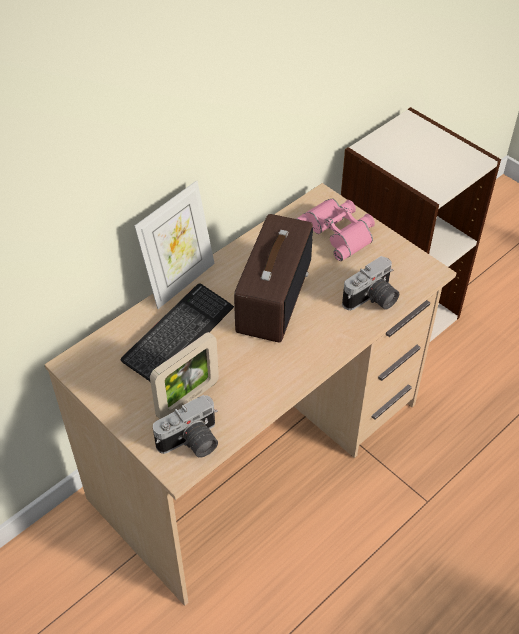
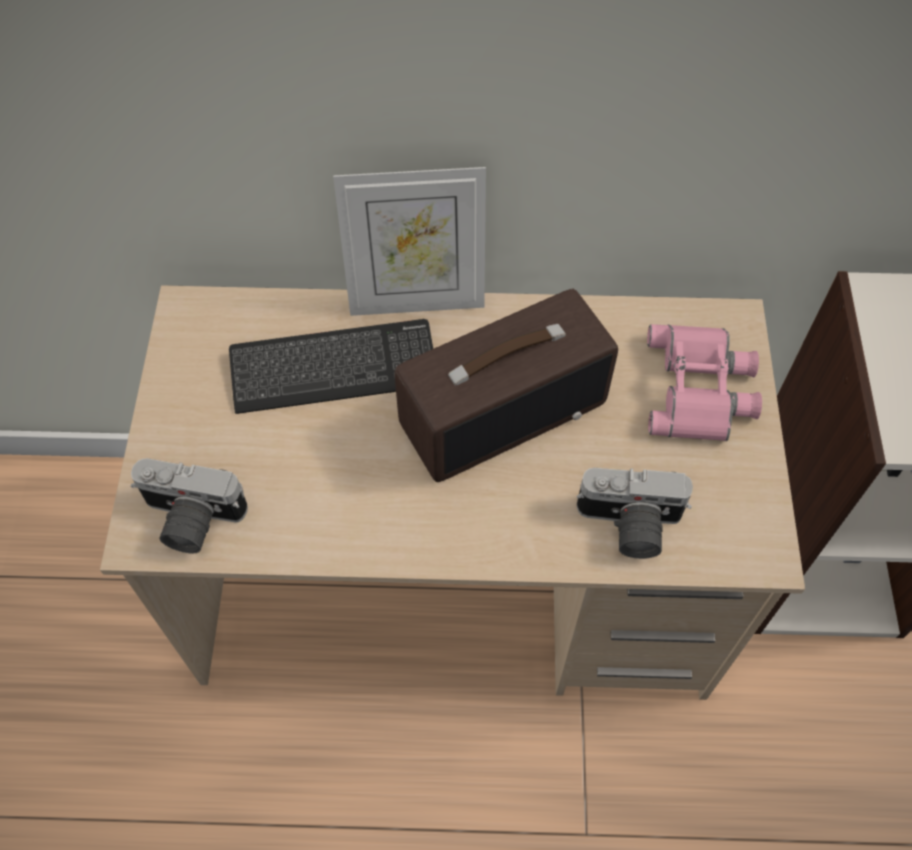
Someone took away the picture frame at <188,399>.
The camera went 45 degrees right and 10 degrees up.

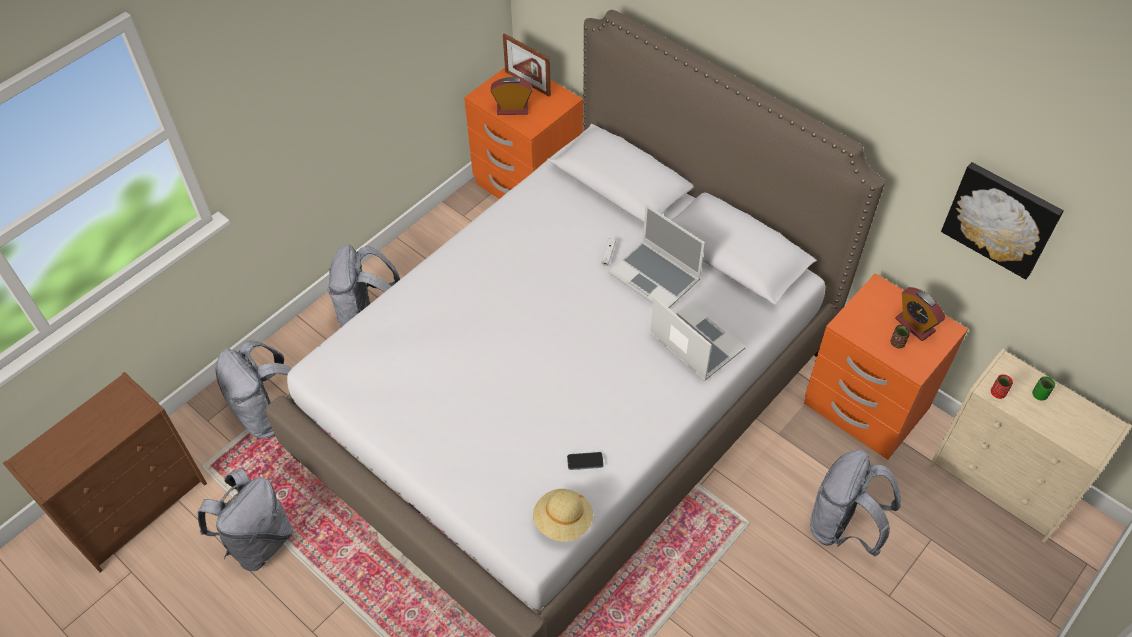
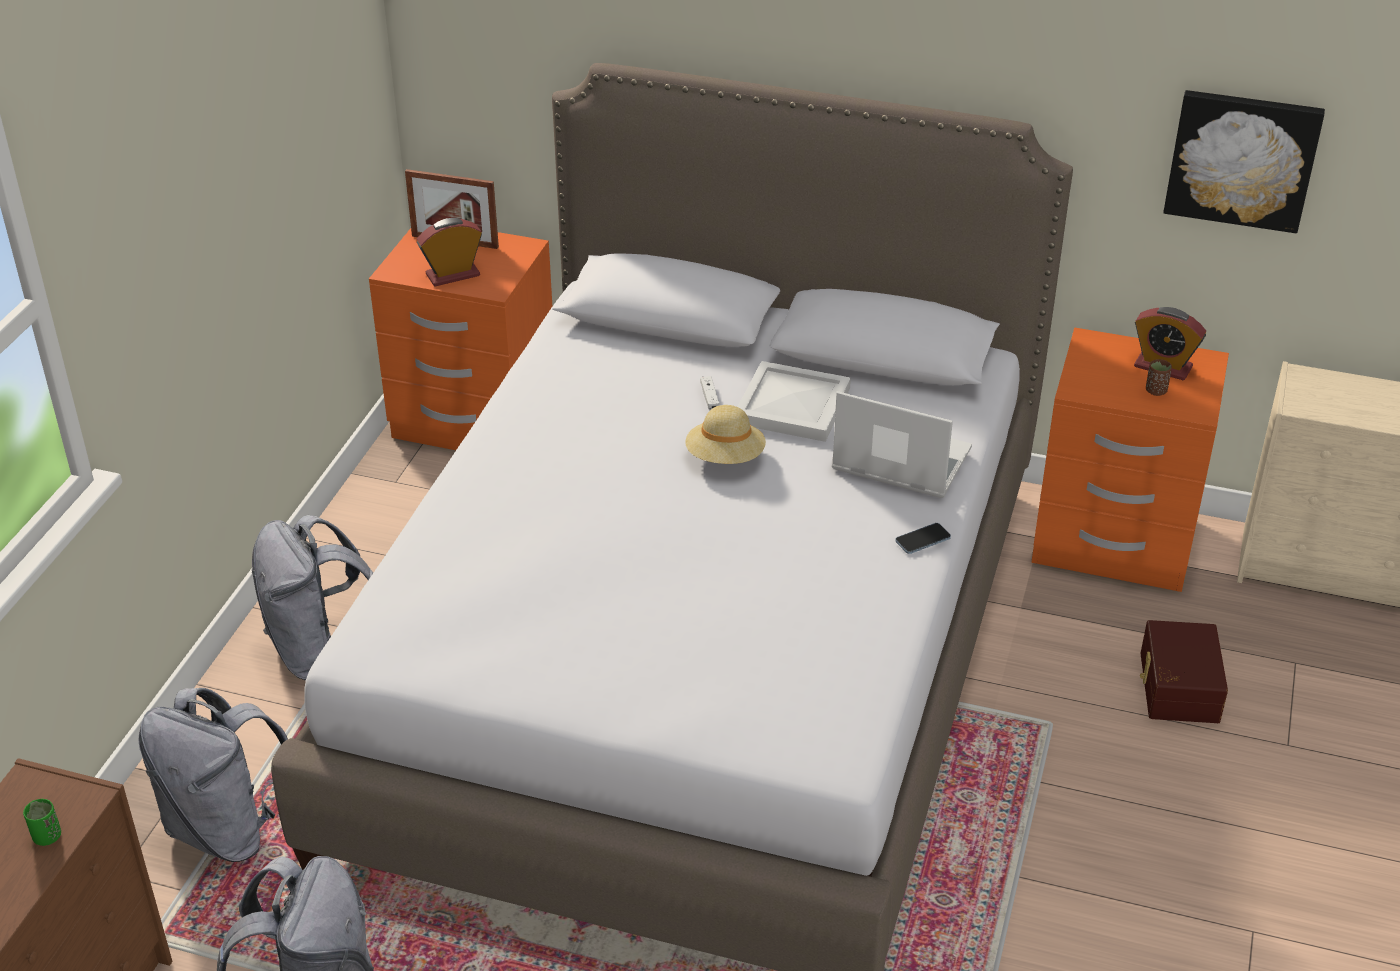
Someone carried the beige wearable hat from <563,521> to <725,458>.
Someone carried the telephone from <585,461> to <922,540>.
Someone swapped the notebook computer at <656,277> for the whitish serving tray at <794,405>.
Someone swapped the grey knapsack at <842,527> for the brownish storage bin at <1176,687>.
Someone took away the red-coloured drinking cup at <998,393>.
Someone carried the green-coloured drinking cup from <1039,395> to <47,837>.
The camera went 25 degrees left and 15 degrees down.

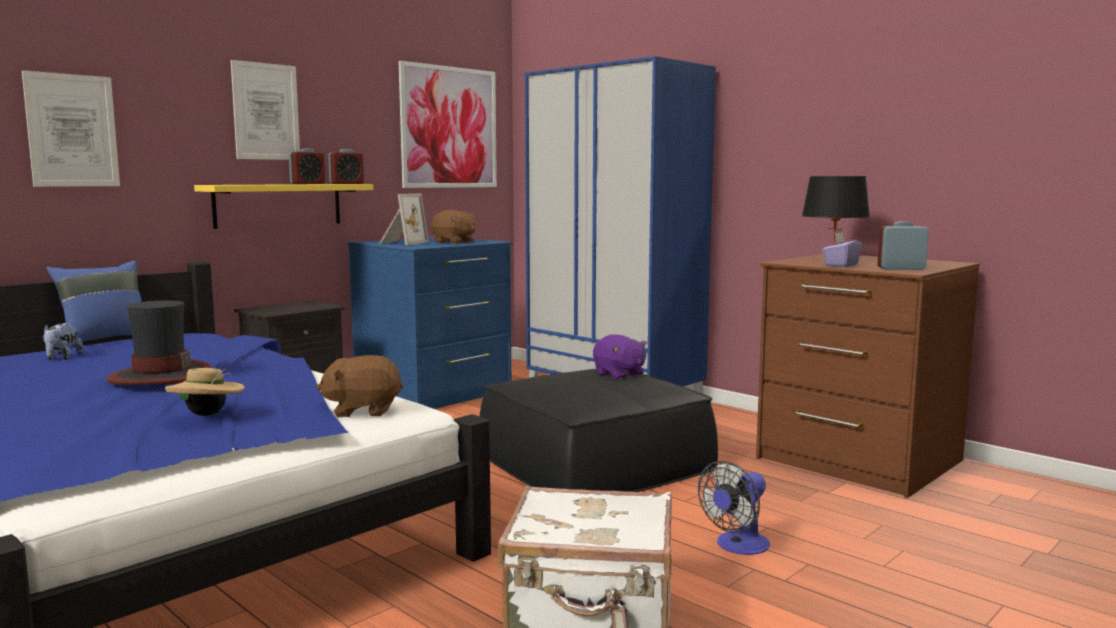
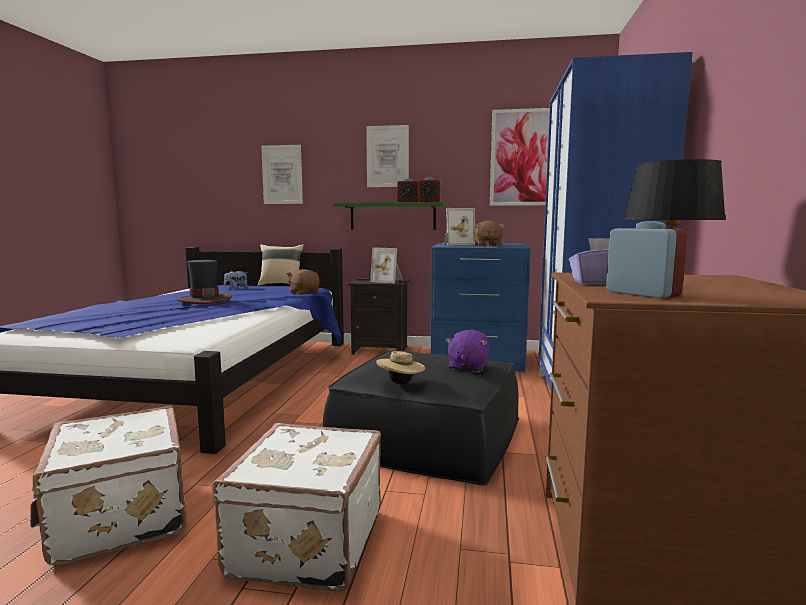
Someone repainted the blue throw pillow at <104,340>, which became the beige throw pillow at <281,284>.
Someone carried the beige wearable hat from <207,415> to <401,383>.
Someone repainted the yellow-coloured bracket shelf at <278,205>, which became the green-coloured bracket shelf at <392,216>.
Someone carried the brownish cuddly toy from <363,410> to <304,293>.
Someone swapped the electric fan at <737,546> for the whitish suitcase at <304,542>.
Someone put down the picture frame at <388,281>.
The camera went 55 degrees right and 0 degrees up.

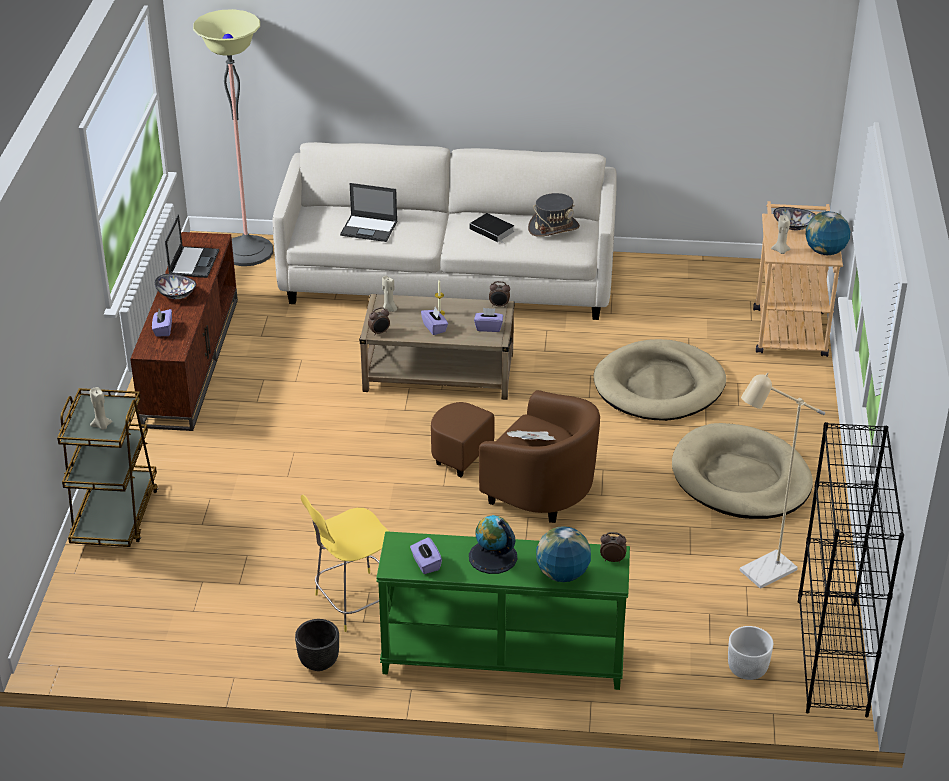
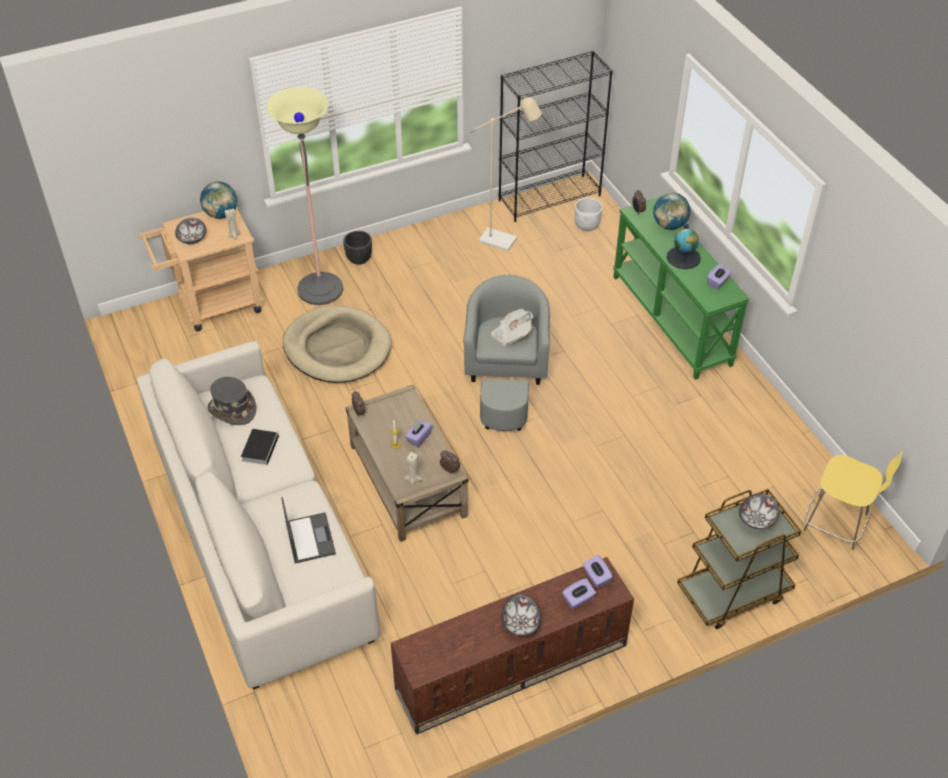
Someone swapped the beige wax light at <102,426> for the serving bowl at <757,519>.
Someone took away the notebook computer at <194,262>.
Someone carried the floor lamp from <247,252> to <320,289>.
Someone carried the black plant pot from <318,662> to <359,259>.
Someone carried the yellow-coloured stool seat from <354,602> to <836,527>.
Someone repainted the brownish armchair at <521,484>, which became the grey armchair at <506,376>.
Someone carried the purple box of tissues from <488,327> to <596,577>.
Someone took away the beige dog bed at <740,478>.
The camera went 120 degrees left and 10 degrees up.

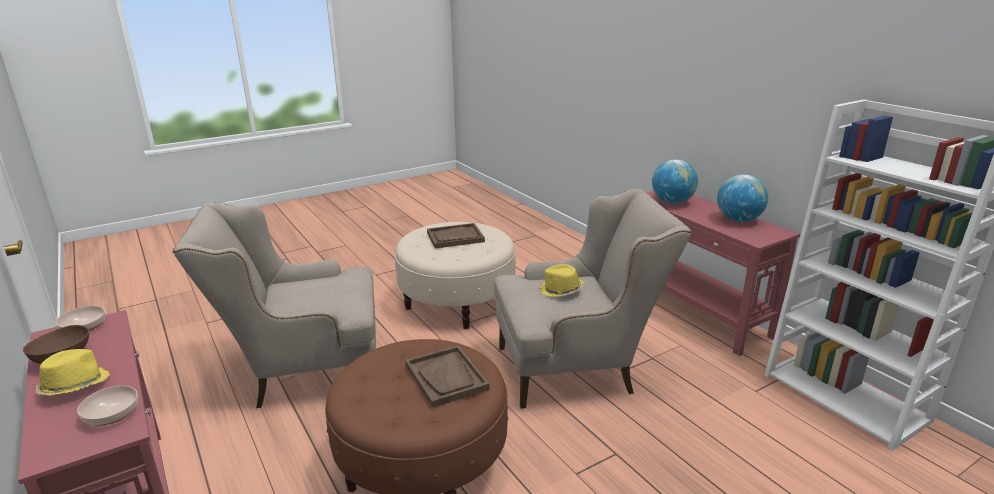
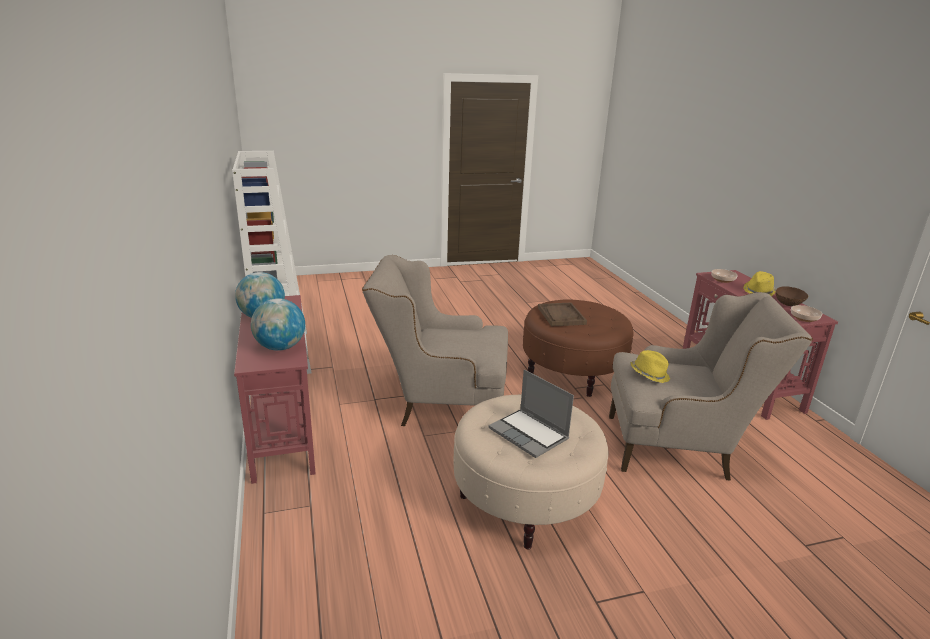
Someone swapped the brownish serving tray at <455,237> for the notebook computer at <529,434>.
Someone carried the yellow-coloured wearable hat from <561,290> to <649,374>.
The camera went 165 degrees left and 0 degrees up.

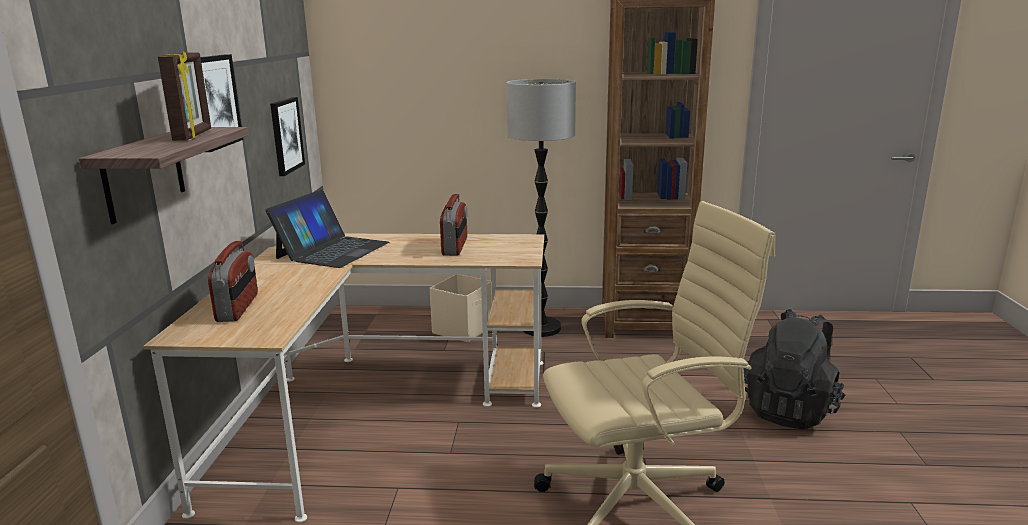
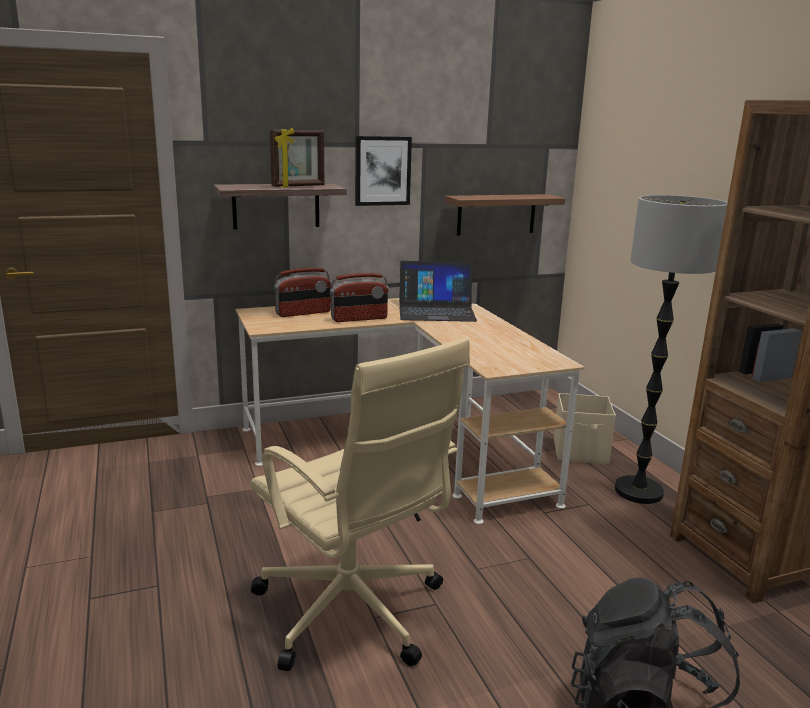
Someone swapped the picture at <286,135> for the bracket shelf at <496,214>.
Someone carried the radio from <455,247> to <359,319>.
The camera went 65 degrees right and 0 degrees up.

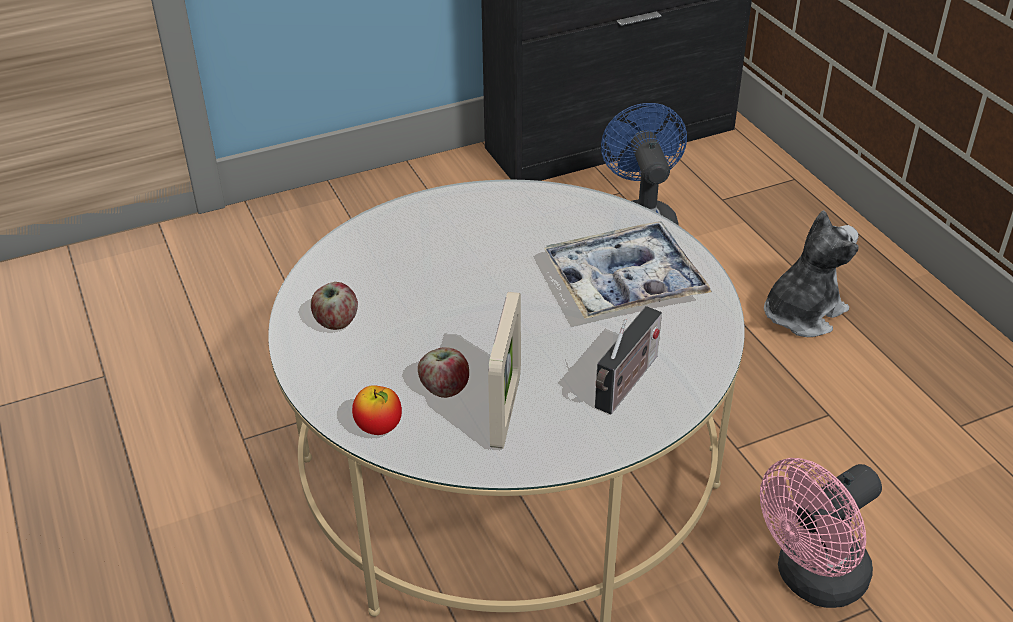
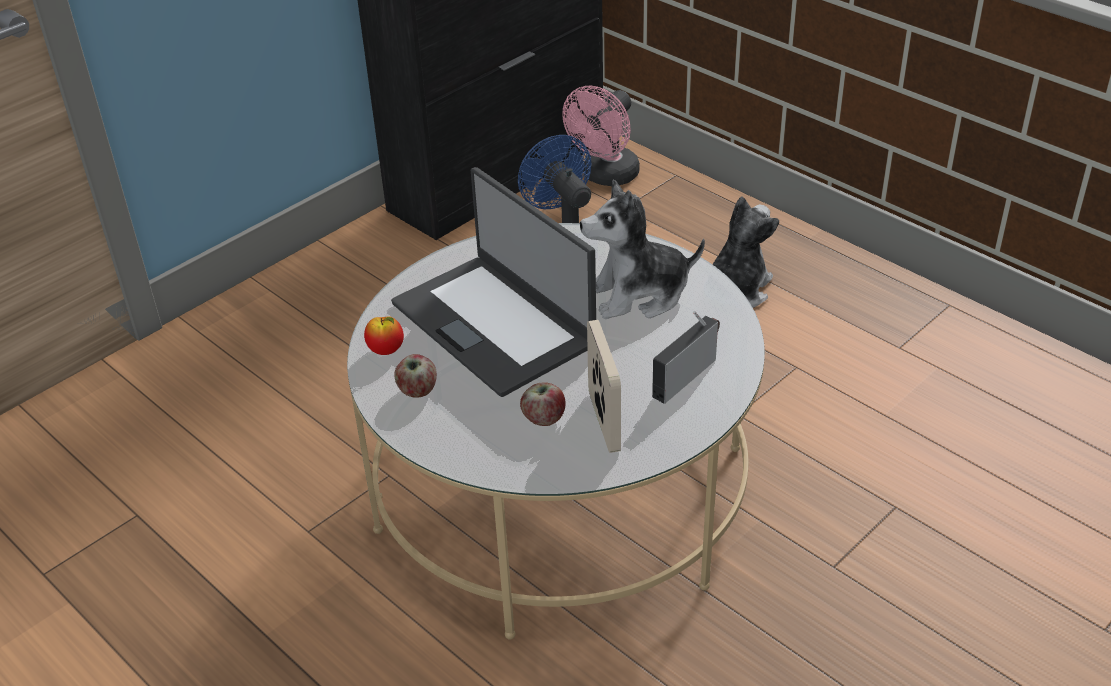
Someone carried the apple fruit from <379,428> to <386,350>.
Someone swapped the serving tray at <624,283> for the cuddly toy at <638,294>.
Someone rotated the radio at <625,385> by 150 degrees counterclockwise.
Someone carried the pink-coloured electric fan from <812,580> to <606,177>.
Someone put down the notebook computer at <494,324>.
The camera went 20 degrees left and 0 degrees up.

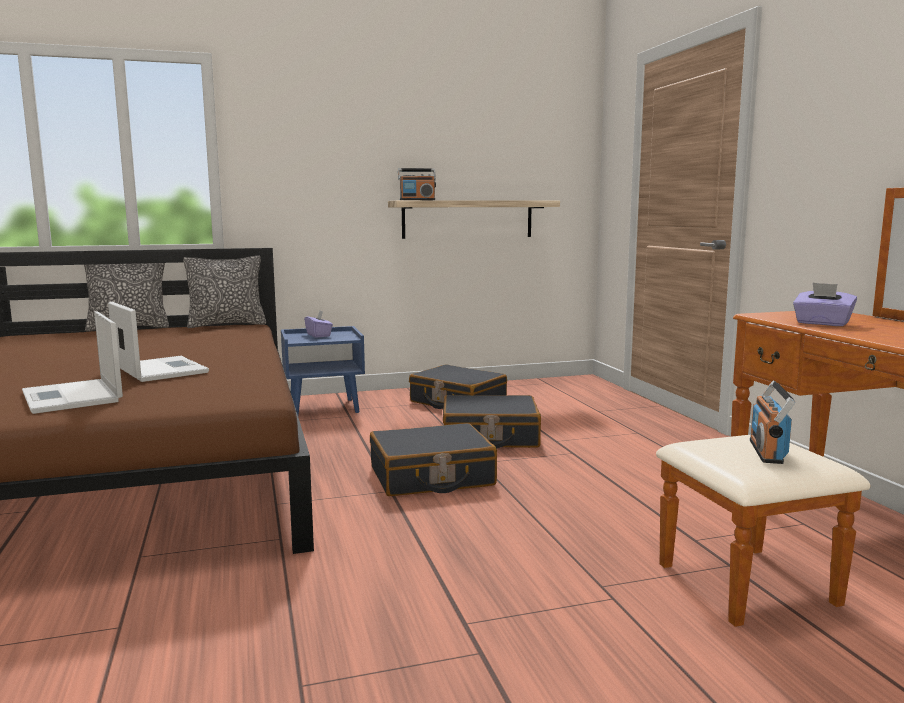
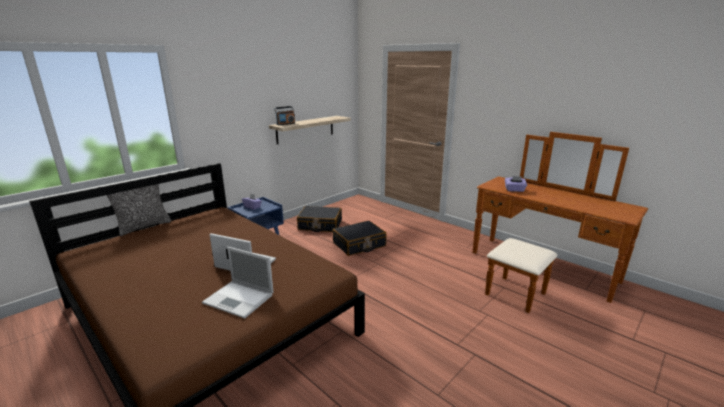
Someone took away the throw pillow at <227,325>.
Someone took away the black suitcase at <431,477>.
Someone took away the radio at <767,451>.
The camera went 30 degrees left and 10 degrees up.

